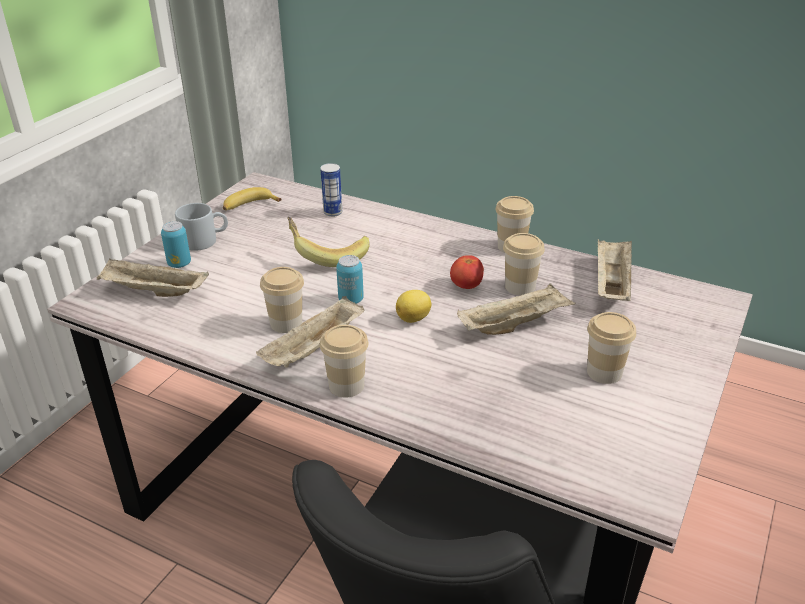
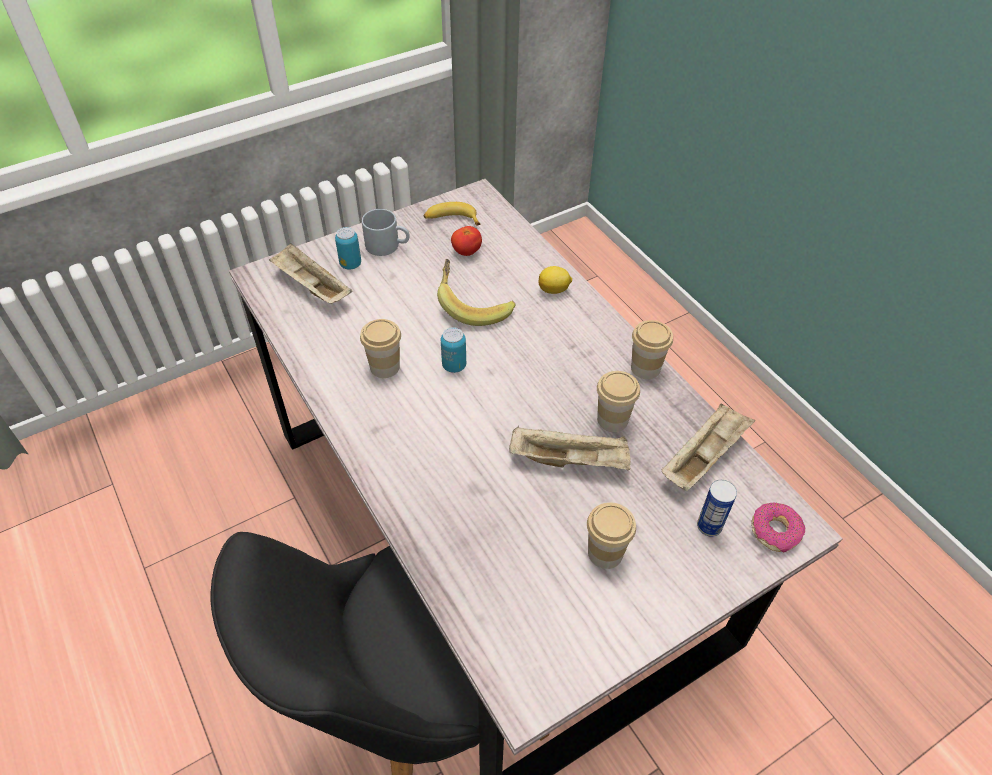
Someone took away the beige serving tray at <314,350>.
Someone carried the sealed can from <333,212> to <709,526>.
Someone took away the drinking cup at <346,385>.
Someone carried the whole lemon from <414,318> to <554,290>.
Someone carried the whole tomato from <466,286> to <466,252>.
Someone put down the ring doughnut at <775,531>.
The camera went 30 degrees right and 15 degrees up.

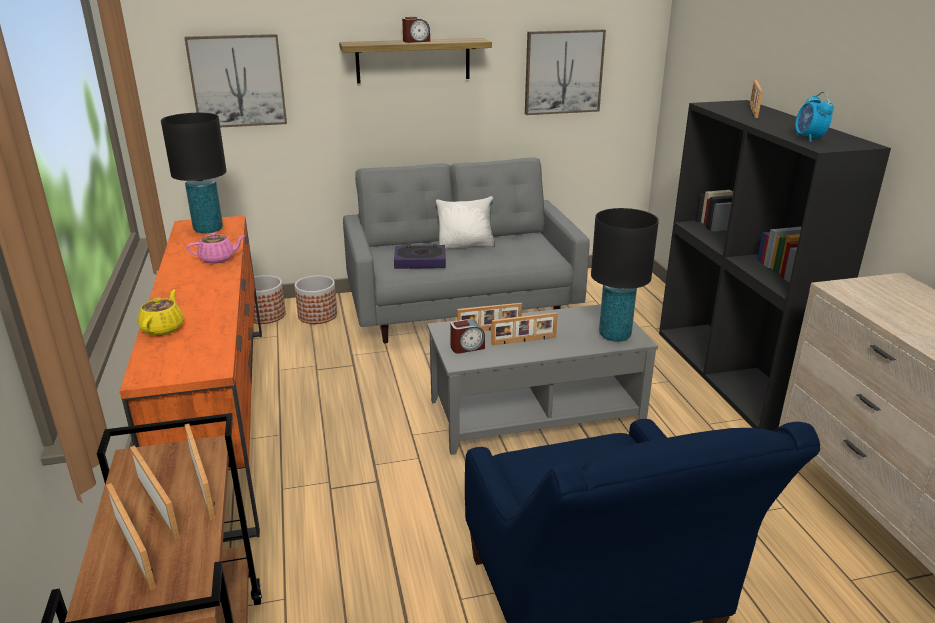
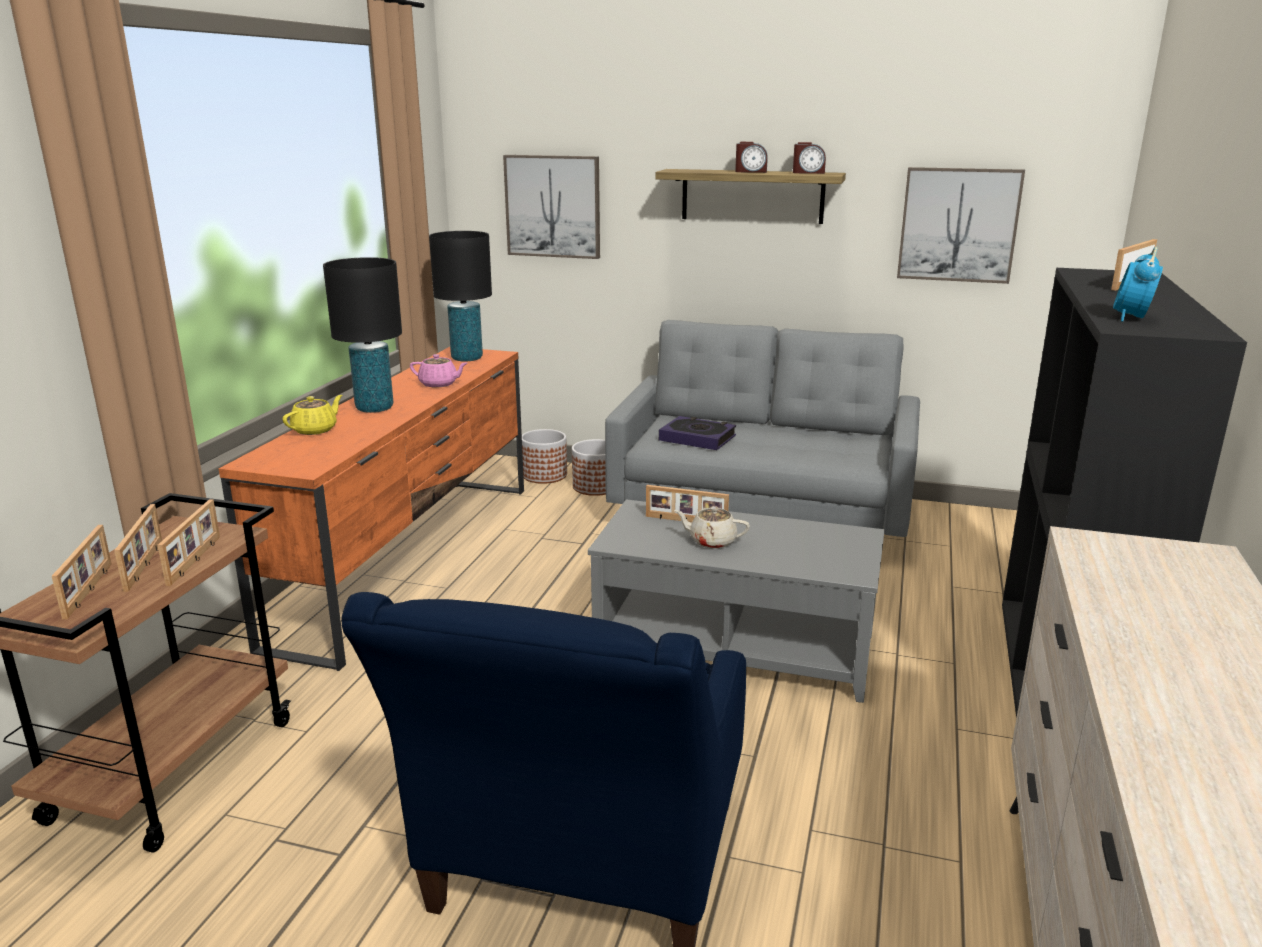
Someone took away the whitish throw pillow at <466,245>.
Someone carried the table clock from <467,347> to <808,172>.
Someone swapped the picture frame at <524,341> for the beige pot for tea at <711,541>.
Someone carried the black tabletop lamp from <615,335> to <375,408>.
The camera went 30 degrees right and 5 degrees down.

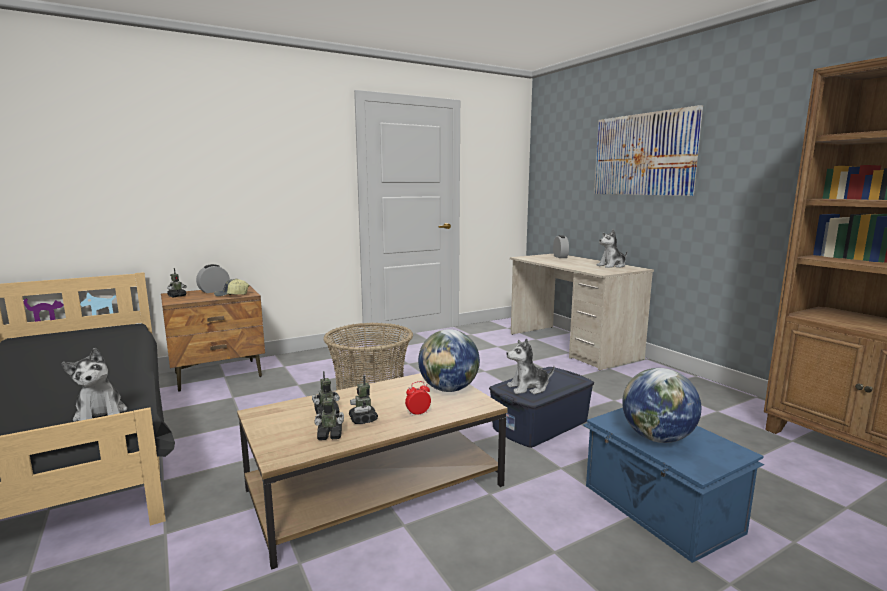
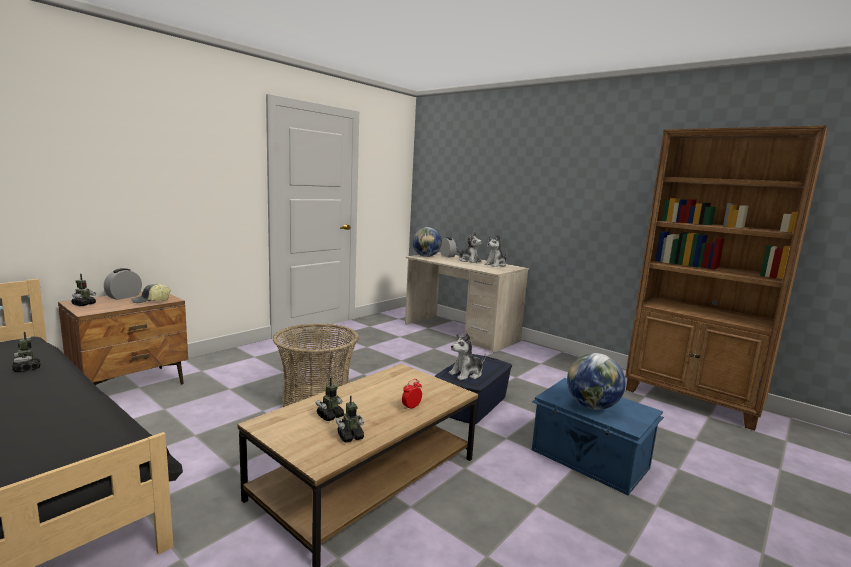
Someone carried the cuddly toy from <101,415> to <468,261>.
Someone carried the robot figure from <363,419> to <27,368>.
Someone carried the desk globe from <449,389> to <426,256>.
Someone took away the picture at <643,154>.
The camera went 20 degrees left and 0 degrees up.

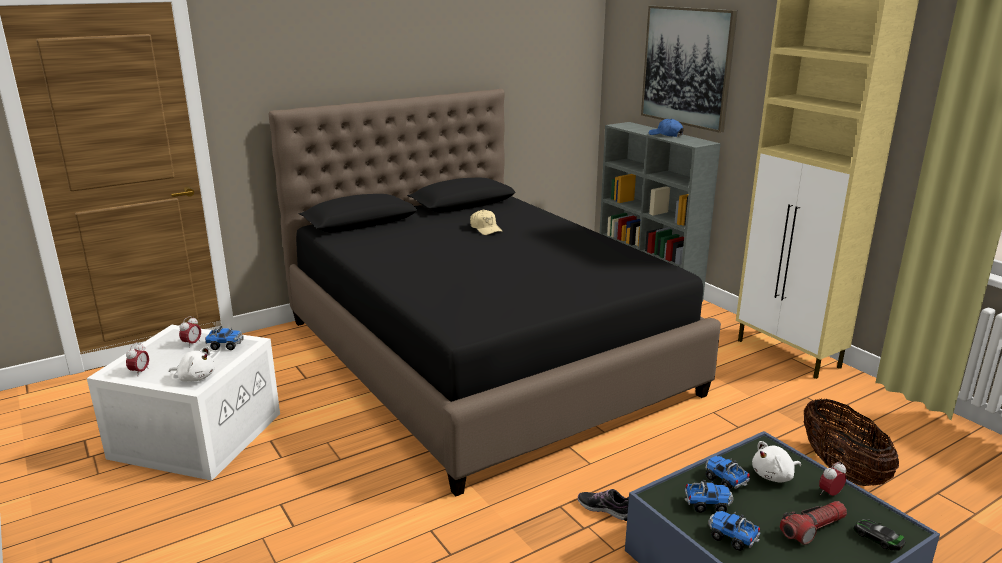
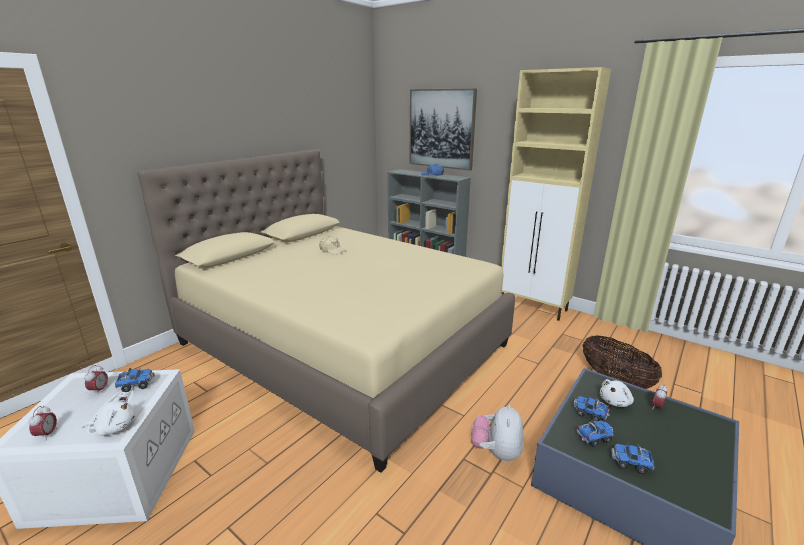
Someone repainted the black bed at <482,355>, which became the beige bed at <343,344>.
Someone swapped the shoe at <605,509> for the cuddly toy at <496,452>.
Someone took away the torch at <813,528>.
Someone took away the toy car at <878,538>.
The camera went 20 degrees left and 0 degrees up.

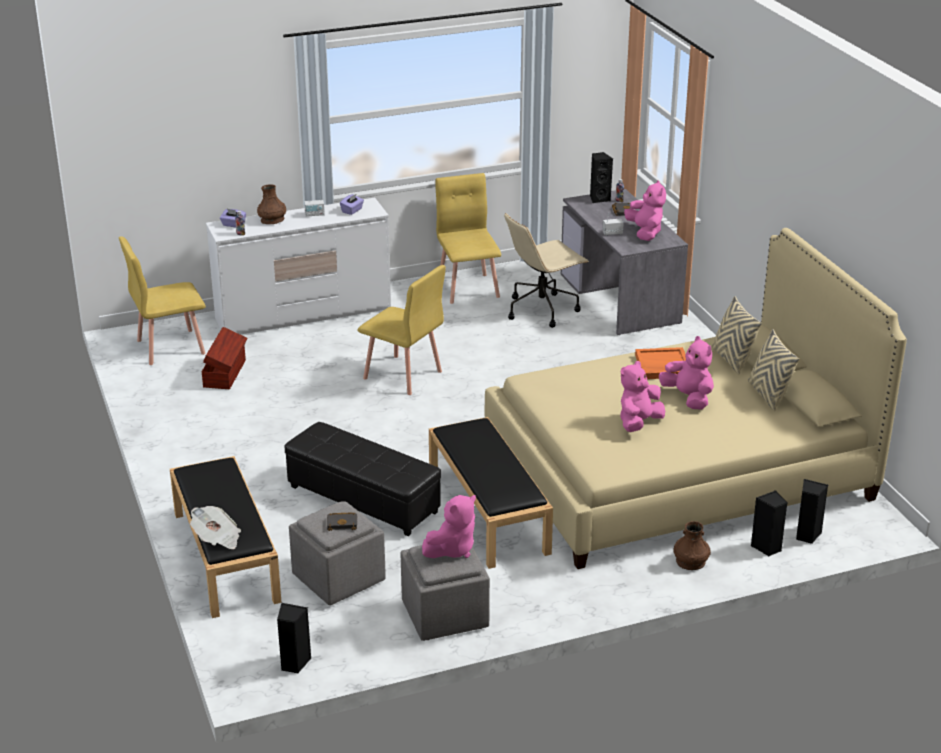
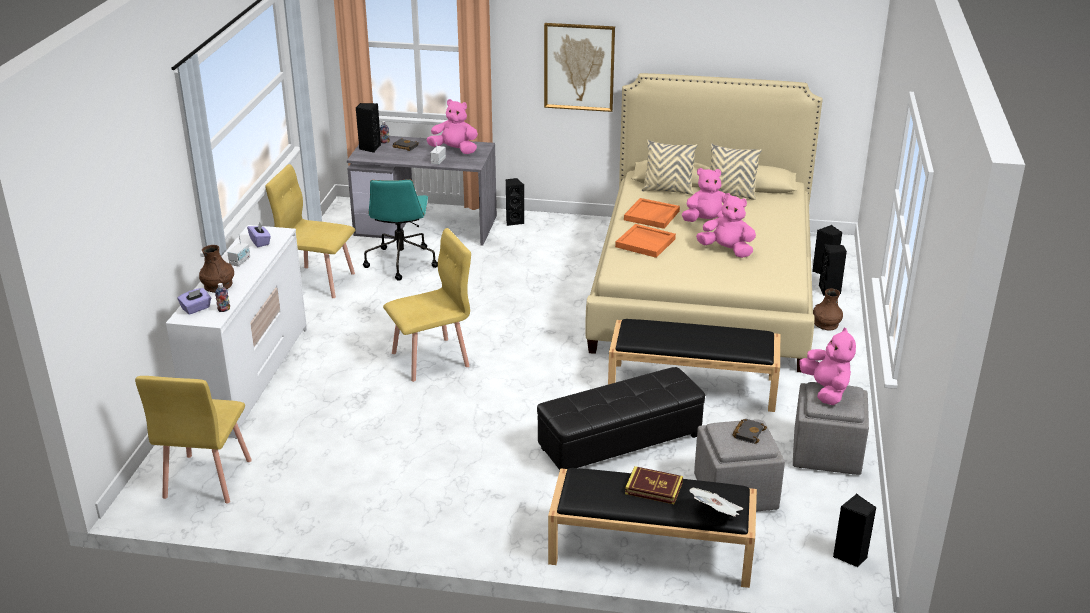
Someone took away the brownish storage bin at <225,373>.
Someone repainted the beige desk chair at <542,309>, which became the turquoise-coloured desk chair at <401,261>.
Someone rotated the pink-coloured cuddly toy at <639,423> by 135 degrees clockwise.
Someone put down the black loudspeaker at <514,221>.
Someone put up the picture at <579,67>.
Someone put down the orange-coloured serving tray at <646,243>.
Someone put down the volume at <653,488>.
The camera went 60 degrees left and 0 degrees up.

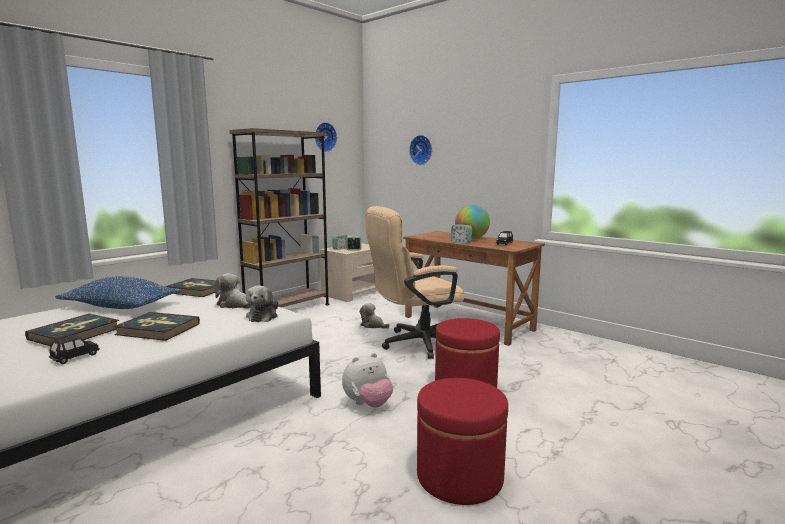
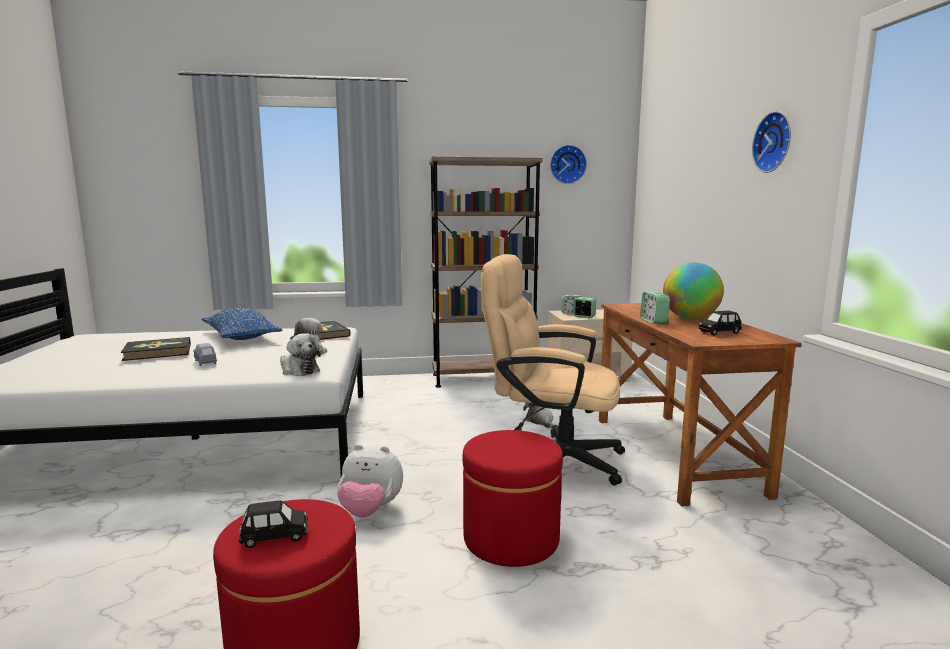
Someone carried the black toy car from <75,357> to <275,537>.
Someone swapped the volume at <158,329> for the blue toy car at <205,362>.
Someone rotated the cuddly toy at <263,316> by 90 degrees counterclockwise.
Someone carried the clock on the wall from <422,150> to <775,142>.
The camera went 40 degrees right and 0 degrees up.

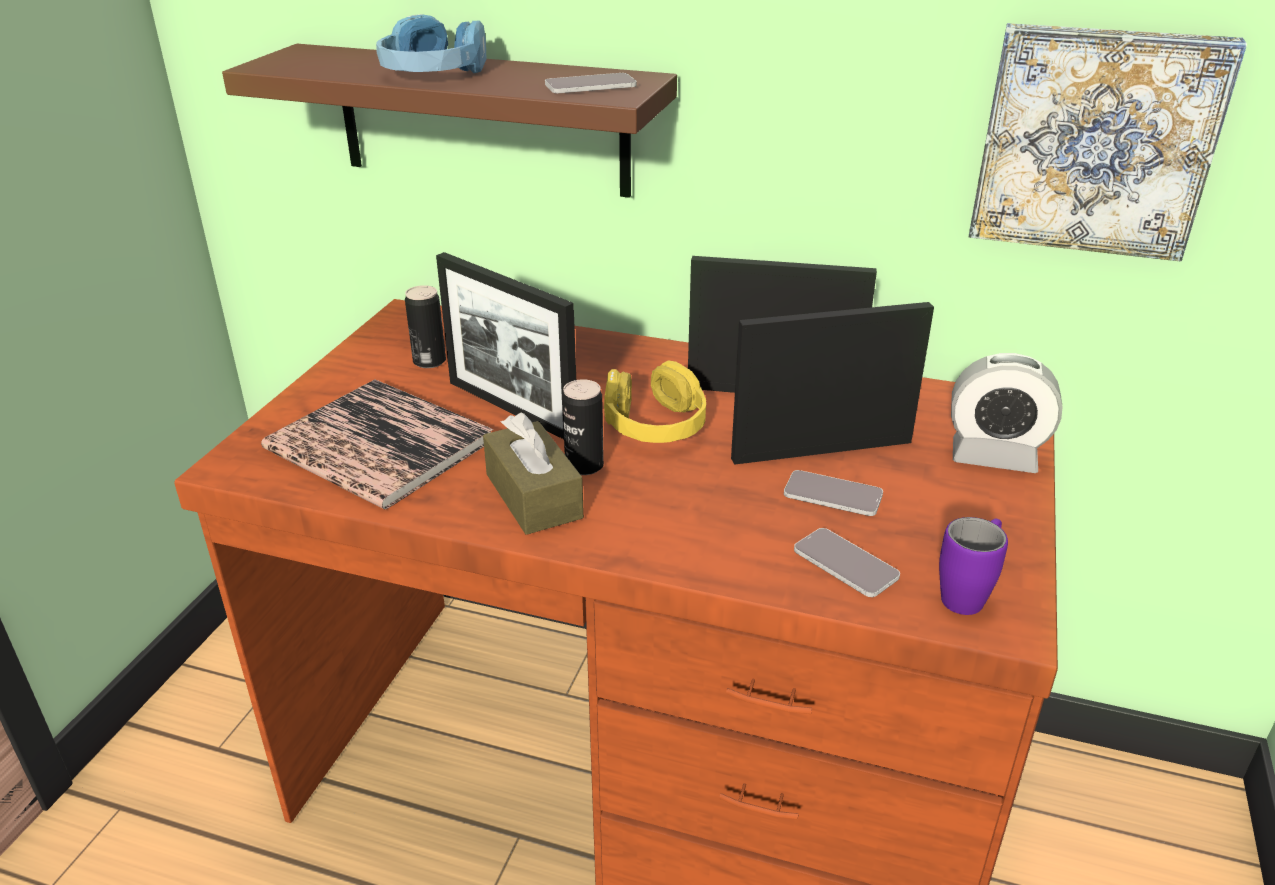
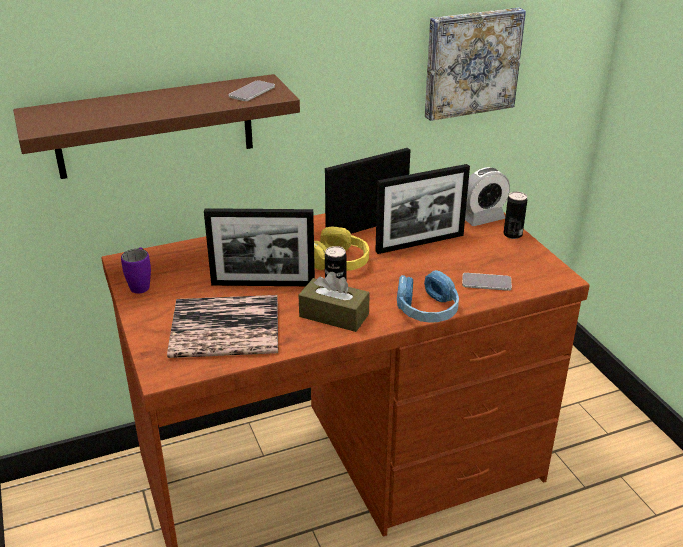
Someone carried the blue headset from <433,73> to <426,309>.
Someone carried the sealed can from <429,361> to <512,234>.
Someone rotated the picture frame at <822,450> by 150 degrees counterclockwise.
Someone took away the telephone at <833,495>.
Someone carried the purple coffee mug from <968,594> to <141,284>.
The camera went 40 degrees left and 0 degrees up.

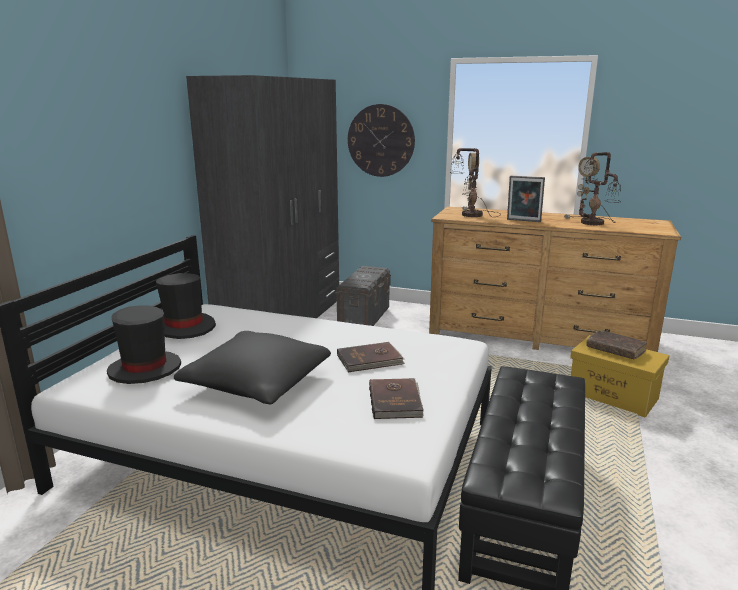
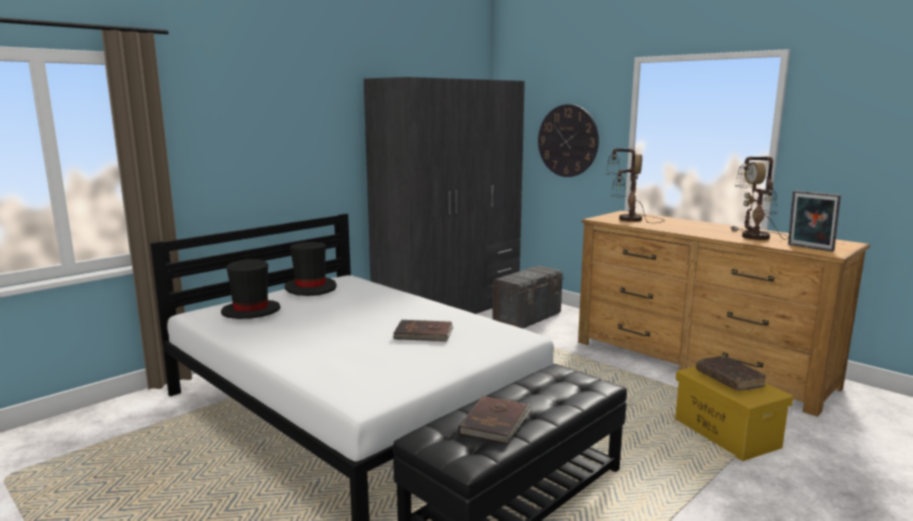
Someone took away the black throw pillow at <257,383>.
Someone carried the brownish volume from <396,401> to <495,422>.
Someone carried the picture frame from <523,221> to <809,248>.
The camera went 25 degrees right and 5 degrees down.

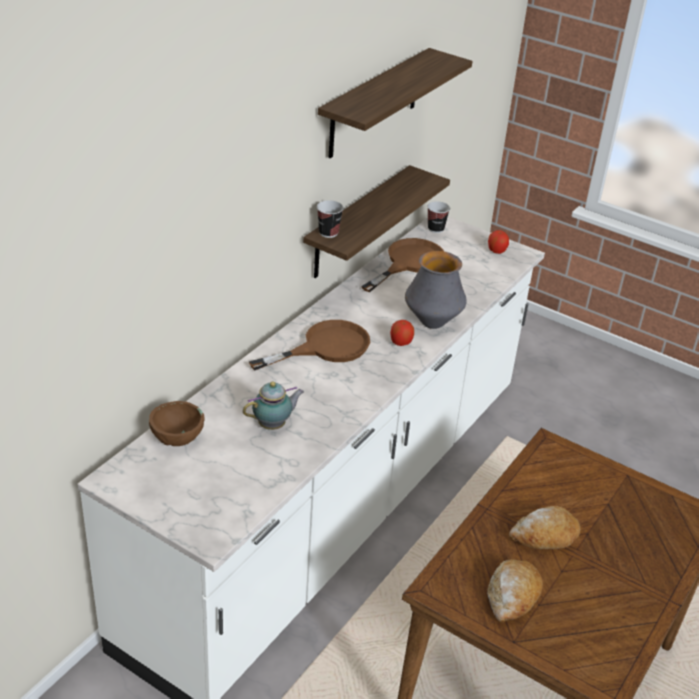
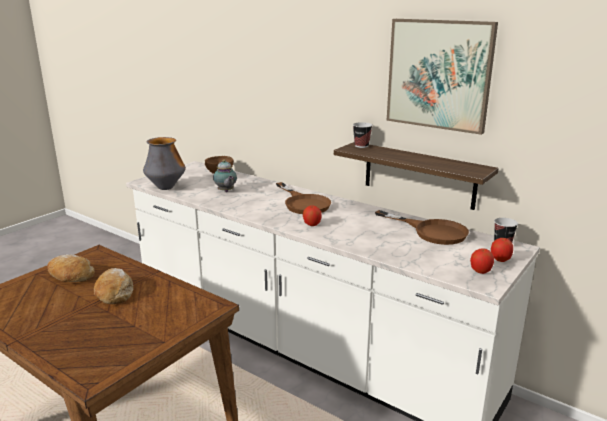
Someone swapped the bracket shelf at <374,103> for the picture at <439,74>.
Someone carried the vase from <432,322> to <166,187>.
Someone put down the apple fruit at <500,259>.
The camera went 95 degrees right and 15 degrees down.

